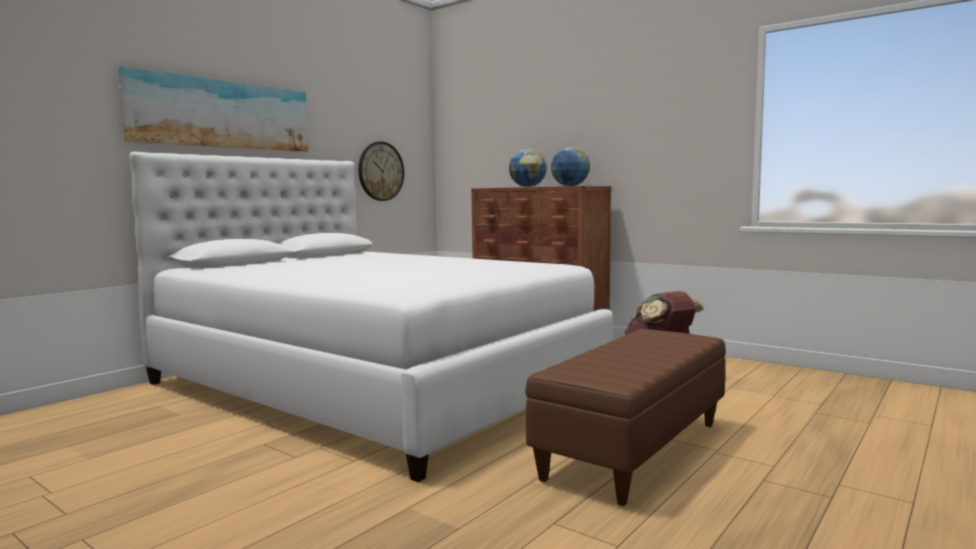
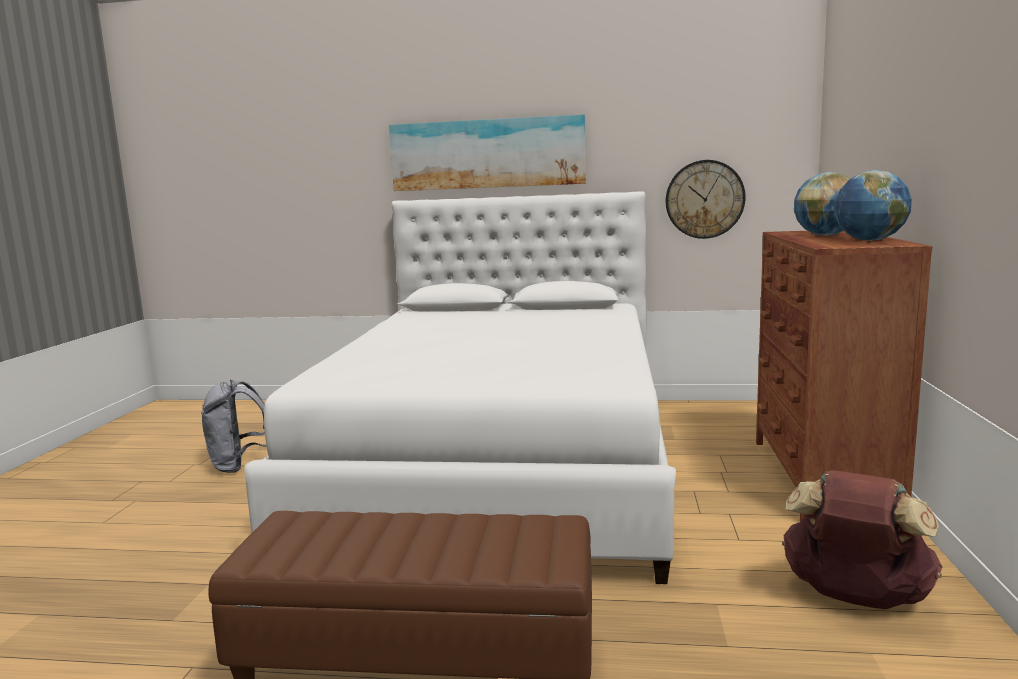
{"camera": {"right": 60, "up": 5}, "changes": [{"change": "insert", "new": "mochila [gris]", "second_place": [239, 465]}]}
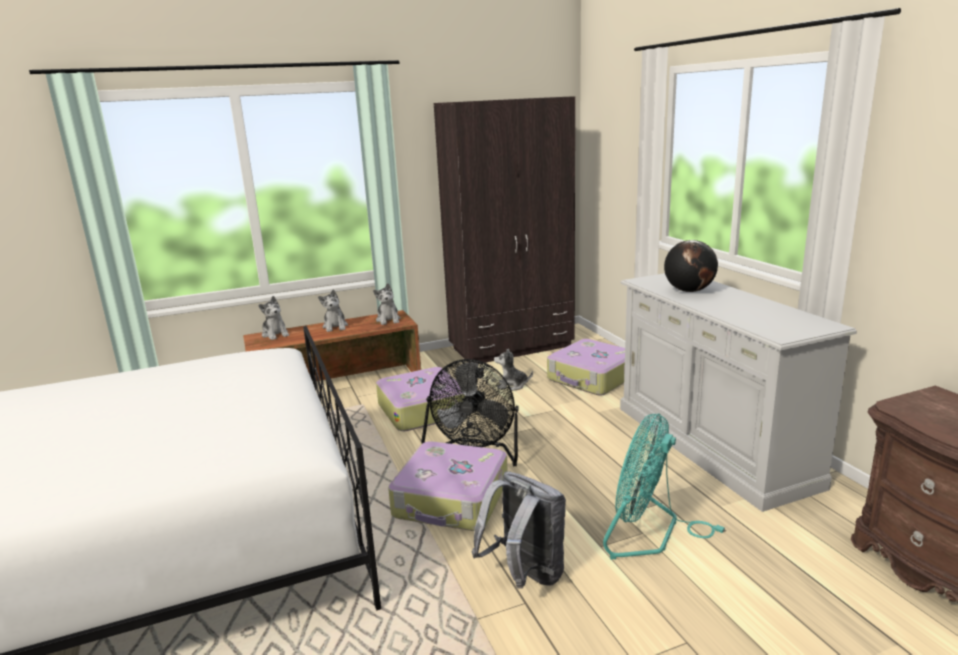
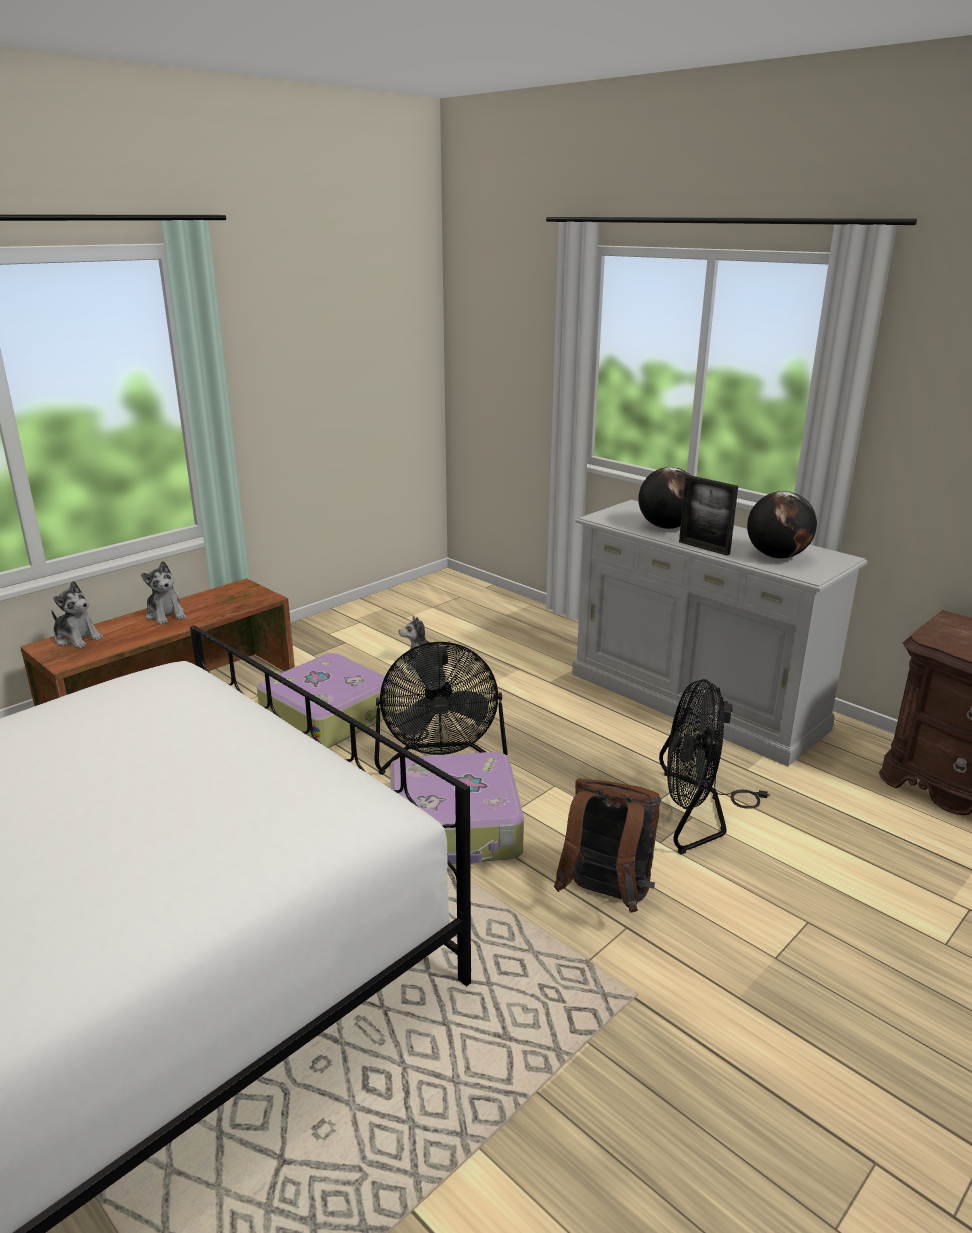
{"camera": {"right": -25, "up": 5}, "changes": [{"change": "delete", "old": "armario ropero [marrón]", "first_place": [512, 347]}, {"change": "delete", "old": "peluche", "first_place": [388, 320]}, {"change": "delete", "old": "maleta", "first_place": [592, 378]}, {"change": "recolor", "old": "ventilador [turquesa]", "new": "ventilador [negro]", "first_place": [653, 529], "second_place": [699, 809]}, {"change": "recolor", "old": "mochila [gris]", "new": "mochila [marrón]", "first_place": [525, 576], "second_place": [605, 897]}, {"change": "insert", "new": "portarretratos", "second_place": [704, 548]}, {"change": "insert", "new": "globo terráqueo", "second_place": [776, 556]}]}
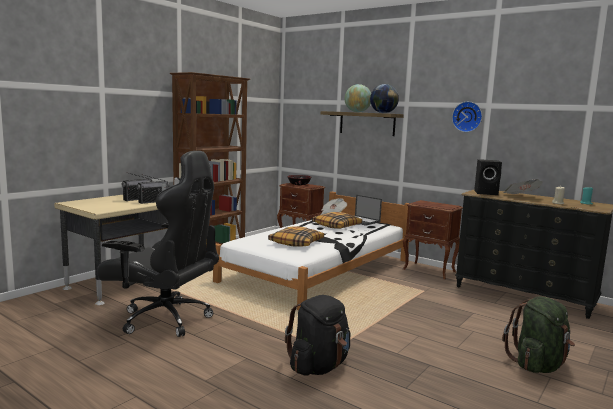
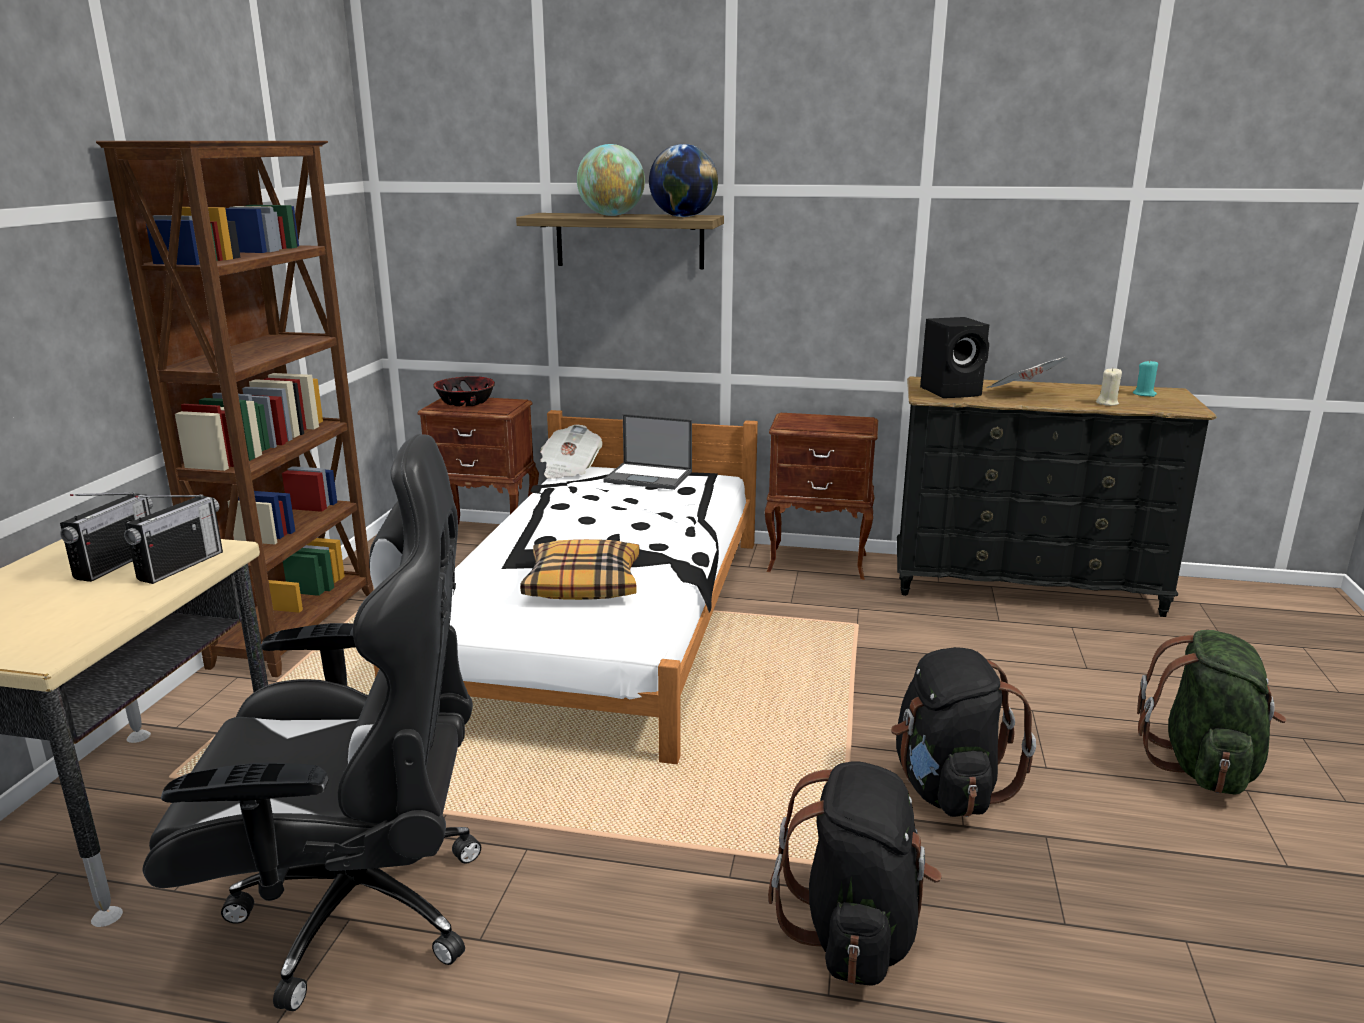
{"camera": {"right": -25, "up": 10}, "changes": [{"change": "delete", "old": "reloj de pared", "first_place": [467, 116]}, {"change": "delete", "old": "cojín", "first_place": [337, 226]}, {"change": "insert", "new": "mochila [negro]", "second_place": [947, 788]}]}
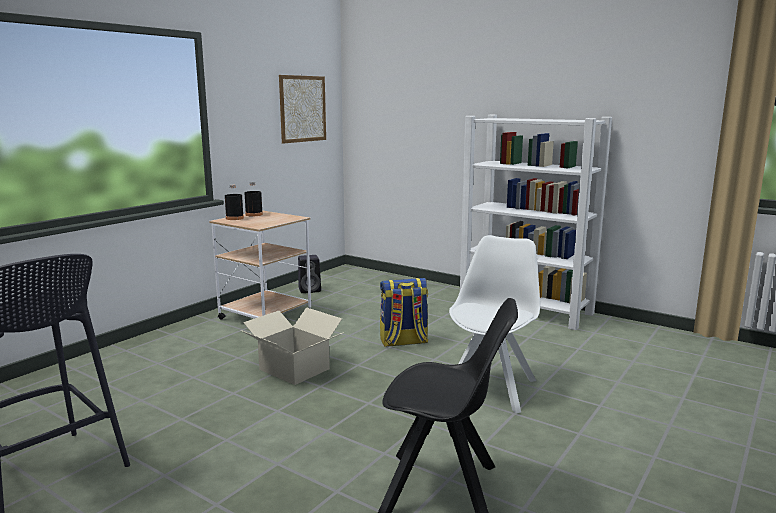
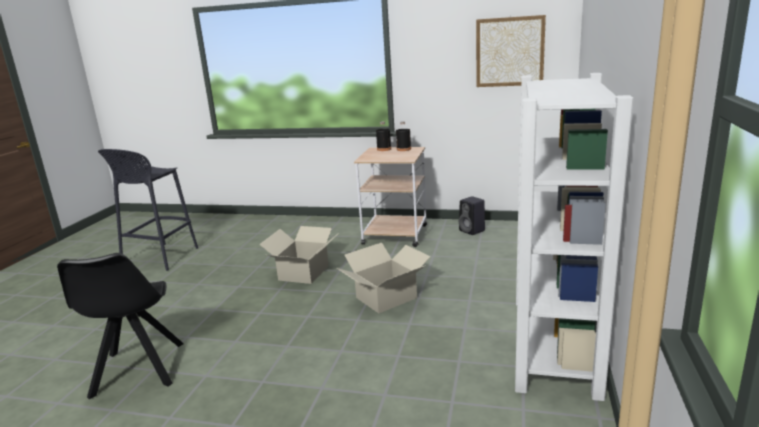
{"camera": {"right": 70, "up": 5}, "changes": [{"change": "delete", "old": "silla [blanco]", "first_place": [491, 387]}, {"change": "replace", "old": "mochila", "new": "caja de cartón", "first_place": [403, 342], "second_place": [386, 297]}]}
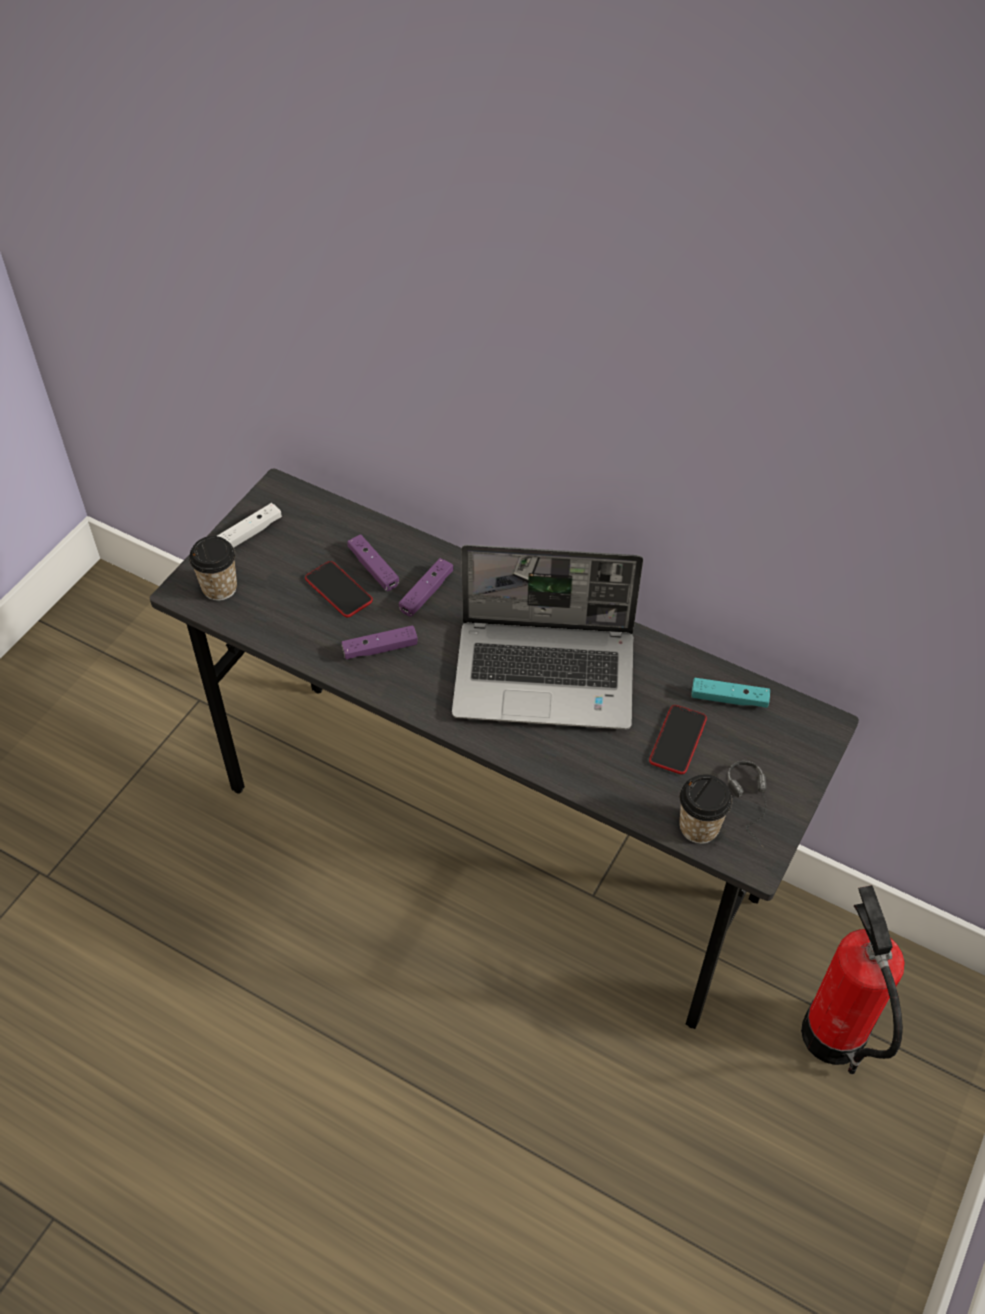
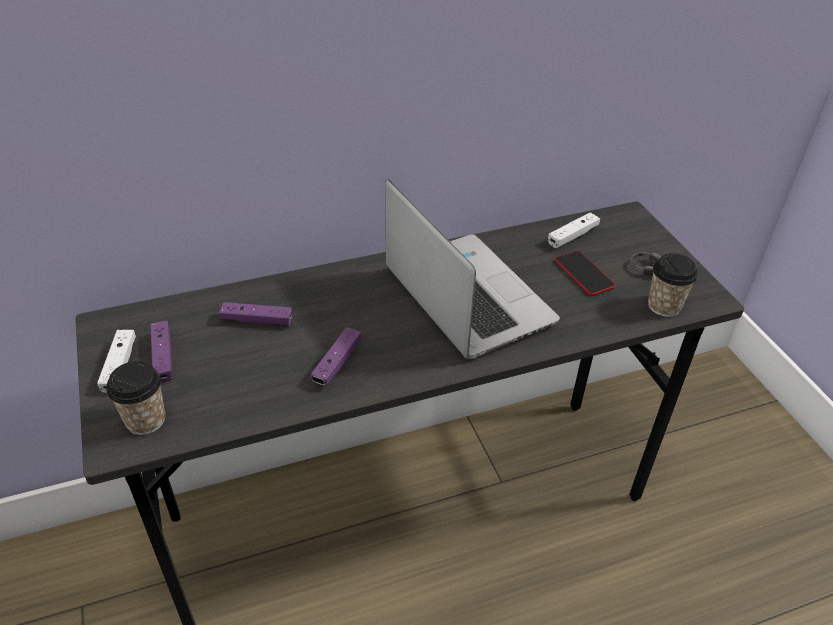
{"camera": {"right": -50, "up": -10}, "changes": [{"change": "rotate", "old": "portátil", "first_place": [547, 675], "second_place": [465, 296], "degrees": -75}, {"change": "move", "old": "mando de consola [morado]", "first_place": [426, 593], "second_place": [163, 357]}, {"change": "delete", "old": "móvil", "first_place": [338, 590]}, {"change": "recolor", "old": "mando de consola [turquesa]", "new": "mando de consola [blanco]", "first_place": [729, 699], "second_place": [572, 236]}, {"change": "delete", "old": "extintor", "first_place": [832, 1035]}]}
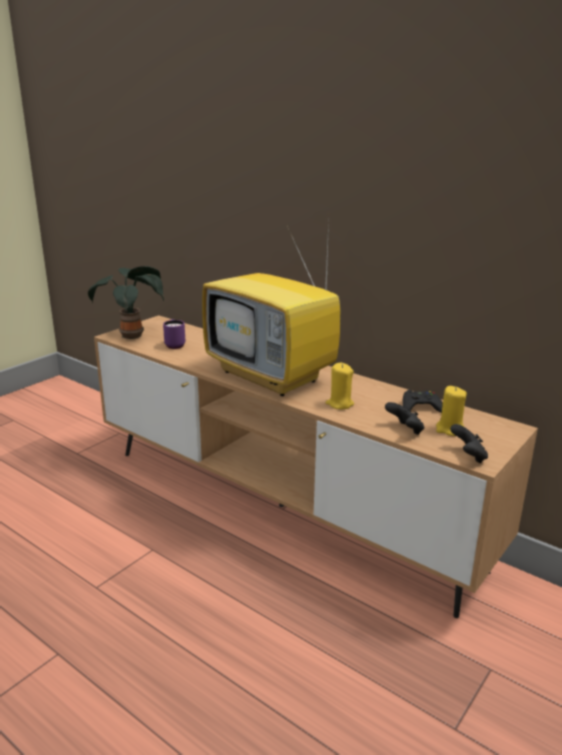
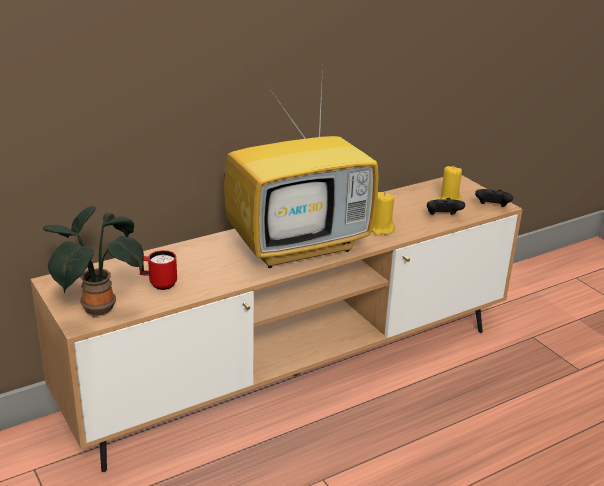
{"camera": {"right": -70, "up": 5}, "changes": [{"change": "recolor", "old": "taza grande [morado]", "new": "taza grande [rojo]", "first_place": [174, 344], "second_place": [158, 284]}, {"change": "delete", "old": "mando de consola [negro]", "first_place": [420, 407]}]}
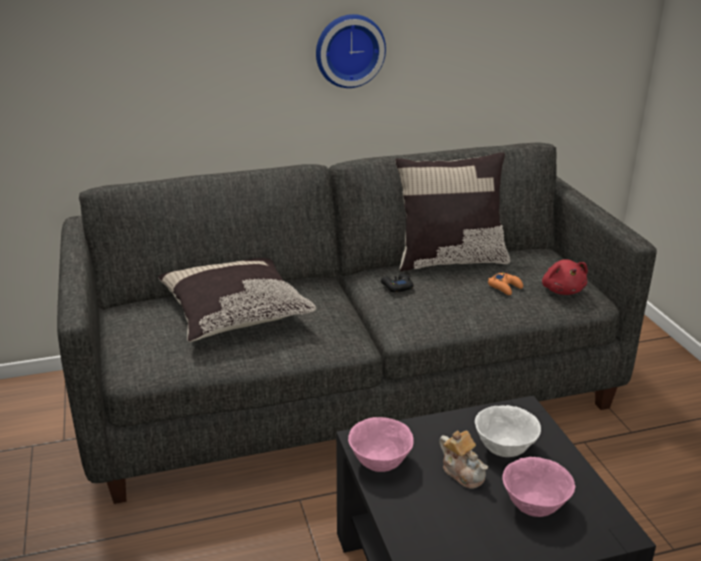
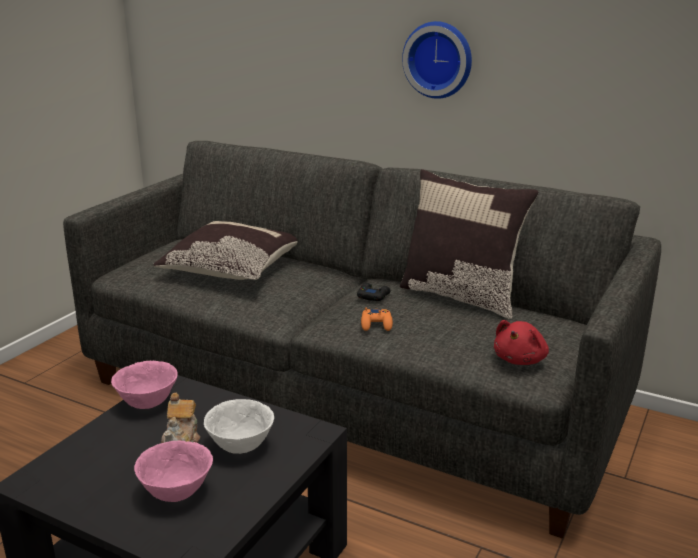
{"camera": {"right": 45, "up": -5}, "changes": [{"change": "move", "old": "mando de consola [naranja]", "first_place": [505, 287], "second_place": [376, 324]}]}
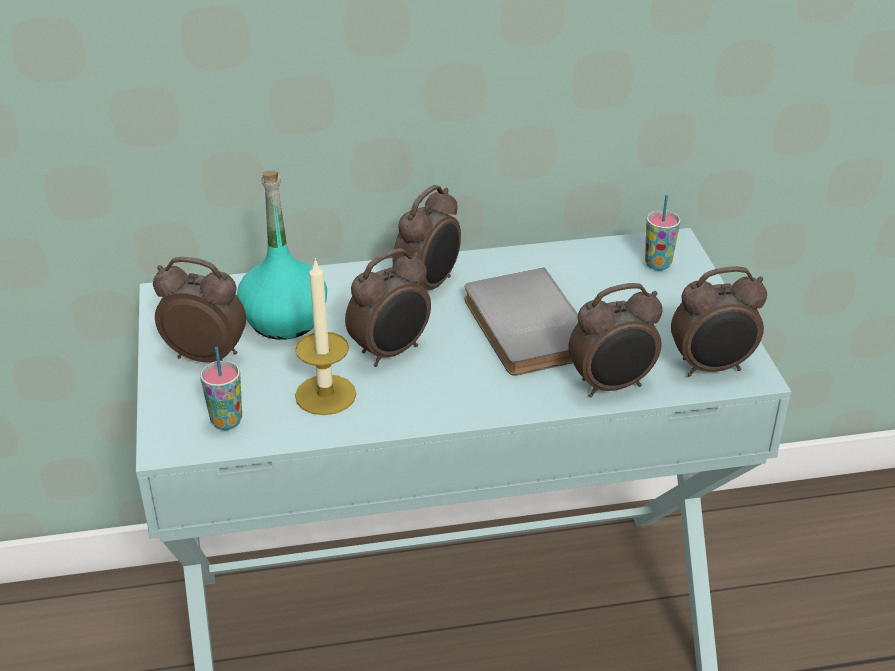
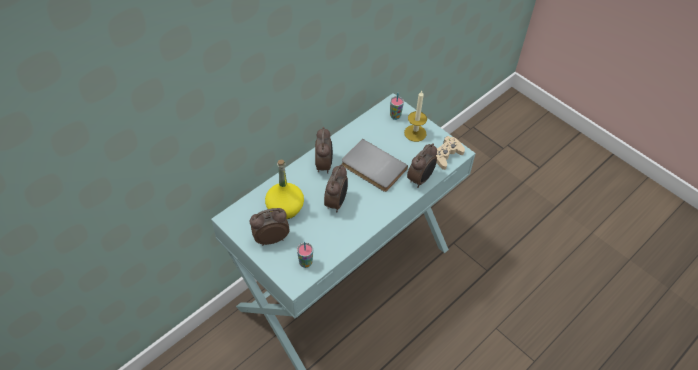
{"camera": {"right": -35, "up": 15}, "changes": [{"change": "recolor", "old": "botella [turquesa]", "new": "botella [amarillo]", "first_place": [284, 320], "second_place": [285, 208]}, {"change": "move", "old": "vela", "first_place": [325, 395], "second_place": [415, 133]}, {"change": "replace", "old": "despertador", "new": "mando de consola [beis]", "first_place": [712, 367], "second_place": [445, 155]}]}
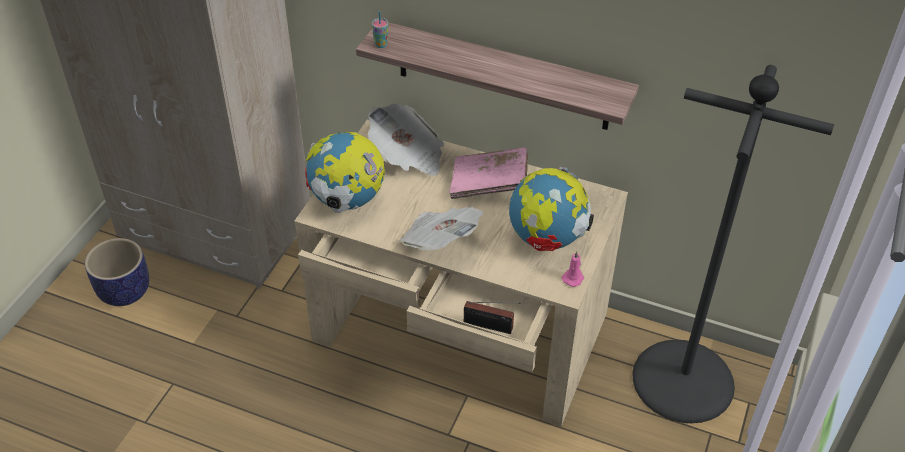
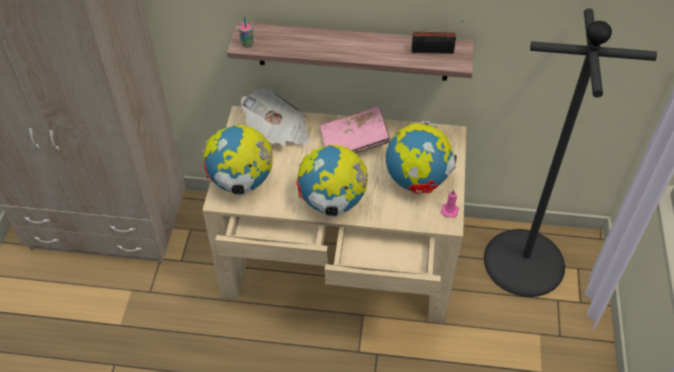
{"camera": {"right": -15, "up": 5}, "changes": [{"change": "replace", "old": "periódico", "new": "globo terráqueo", "first_place": [440, 242], "second_place": [332, 202]}, {"change": "delete", "old": "maceta", "first_place": [124, 291]}, {"change": "move", "old": "radio", "first_place": [490, 326], "second_place": [435, 51]}]}
